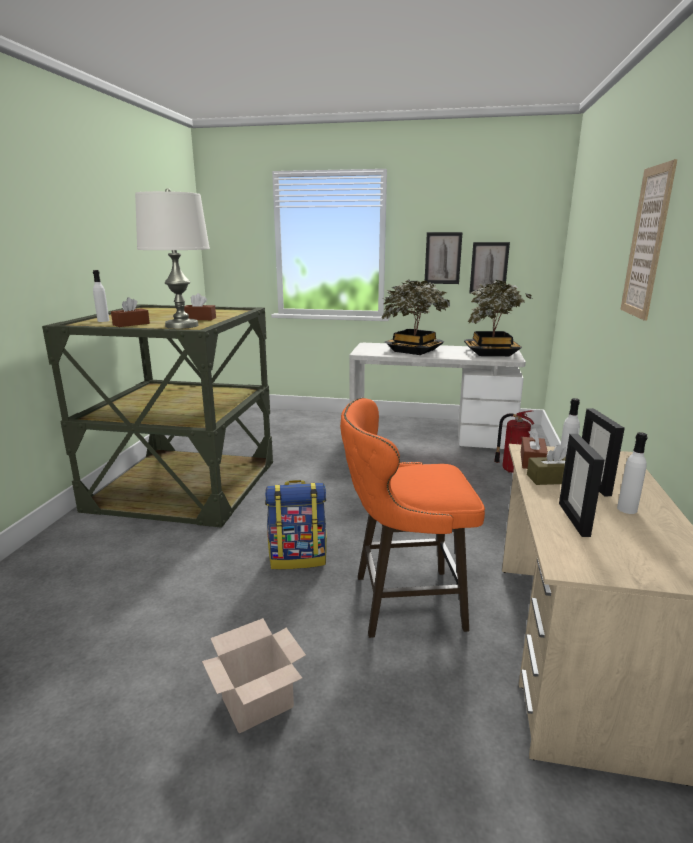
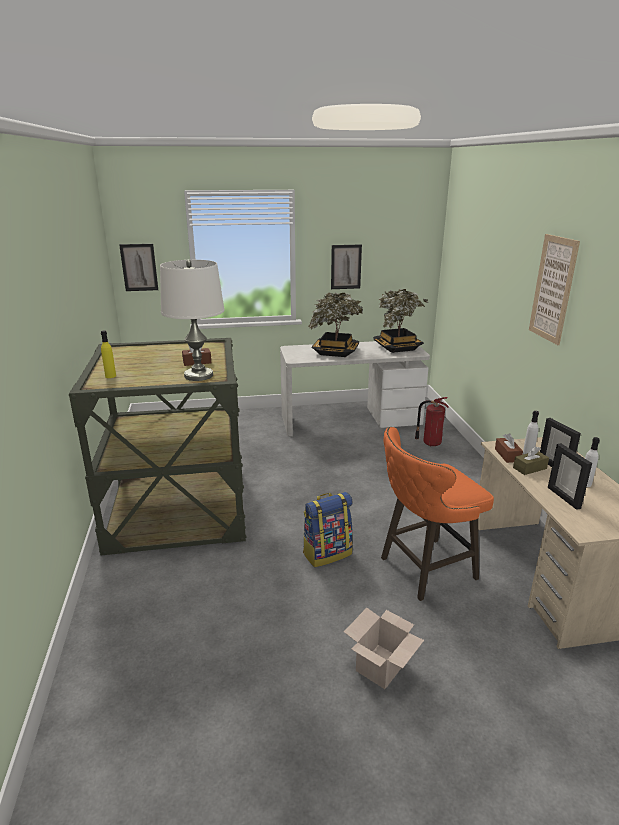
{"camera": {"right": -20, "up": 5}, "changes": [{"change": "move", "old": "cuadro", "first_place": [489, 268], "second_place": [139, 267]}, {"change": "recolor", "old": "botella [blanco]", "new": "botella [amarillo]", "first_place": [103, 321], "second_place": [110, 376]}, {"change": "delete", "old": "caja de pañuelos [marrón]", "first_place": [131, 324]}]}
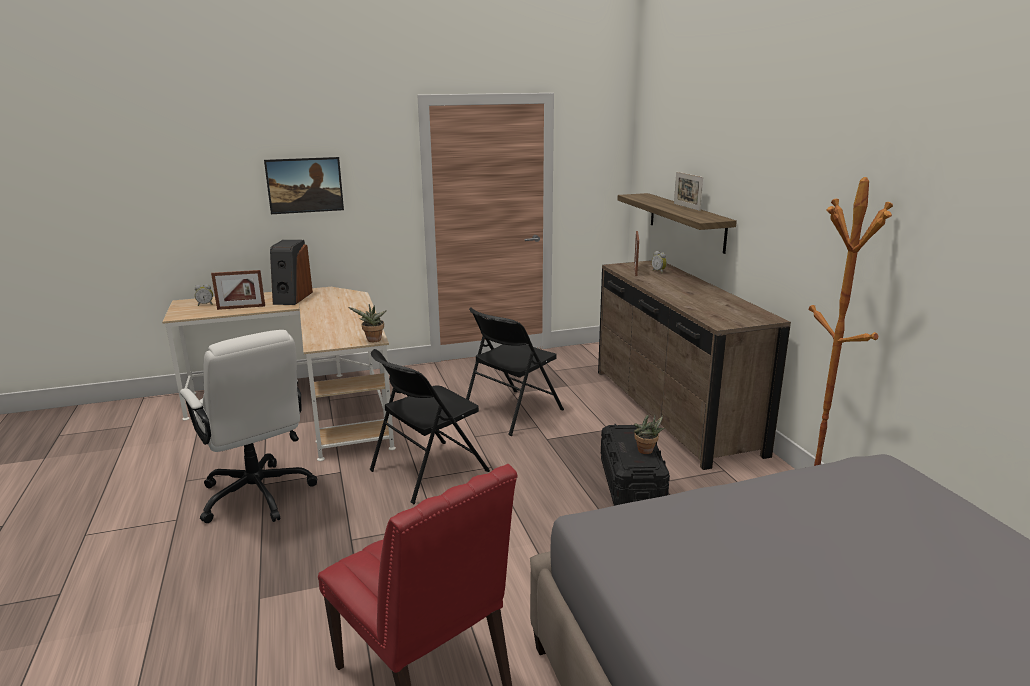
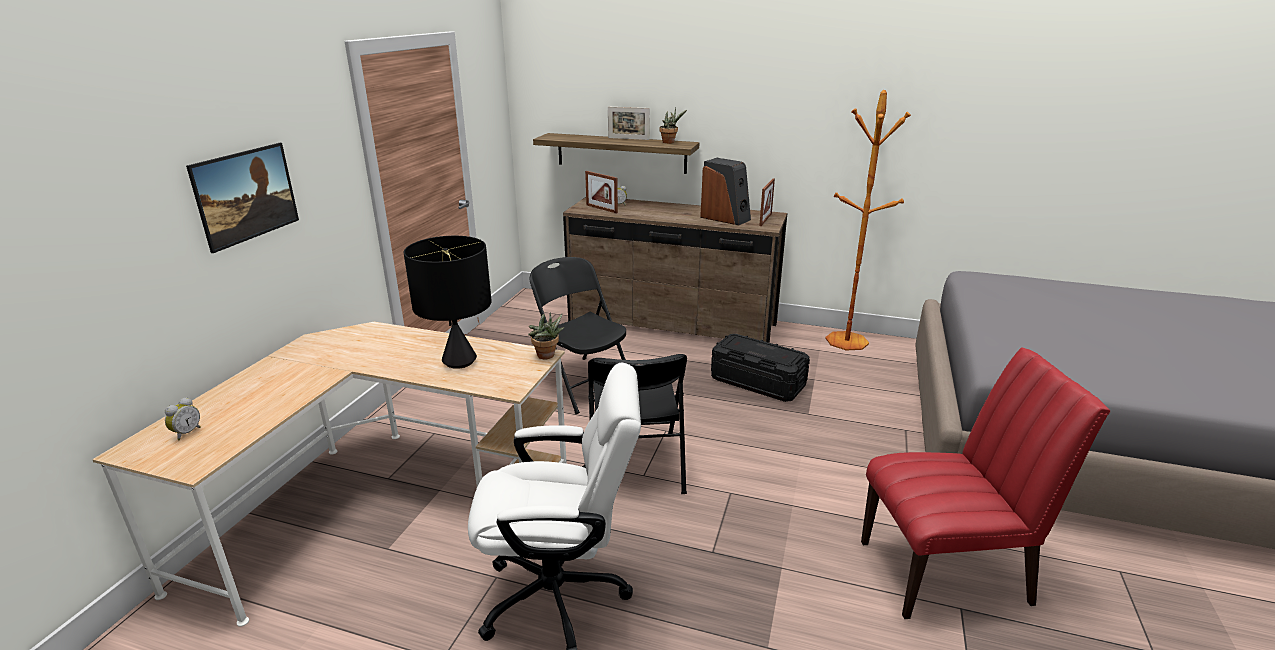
{"camera": {"right": -55, "up": 5}, "changes": [{"change": "move", "old": "altavoz", "first_place": [292, 298], "second_place": [725, 218]}, {"change": "move", "old": "portarretratos", "first_place": [241, 307], "second_place": [765, 219]}, {"change": "rotate", "old": "silla [negro]", "first_place": [512, 412], "second_place": [581, 384], "degrees": 150}, {"change": "move", "old": "planta en maceta", "first_place": [646, 451], "second_place": [670, 142]}, {"change": "insert", "new": "lámpara de mesa [negro]", "second_place": [459, 362]}]}
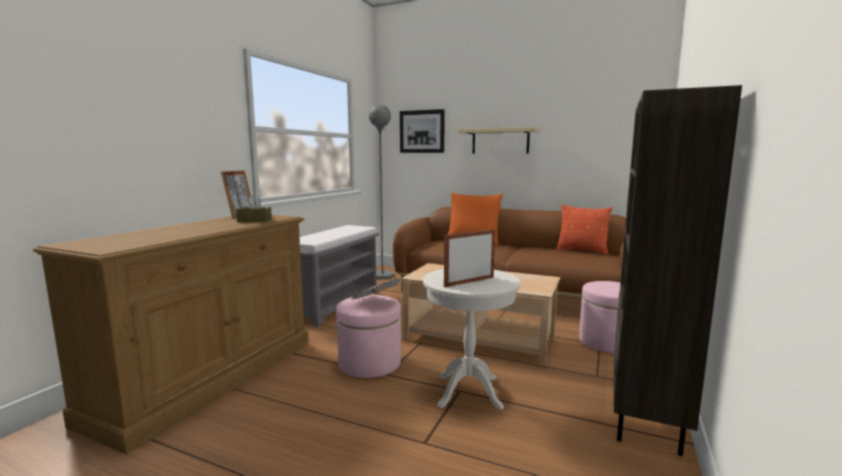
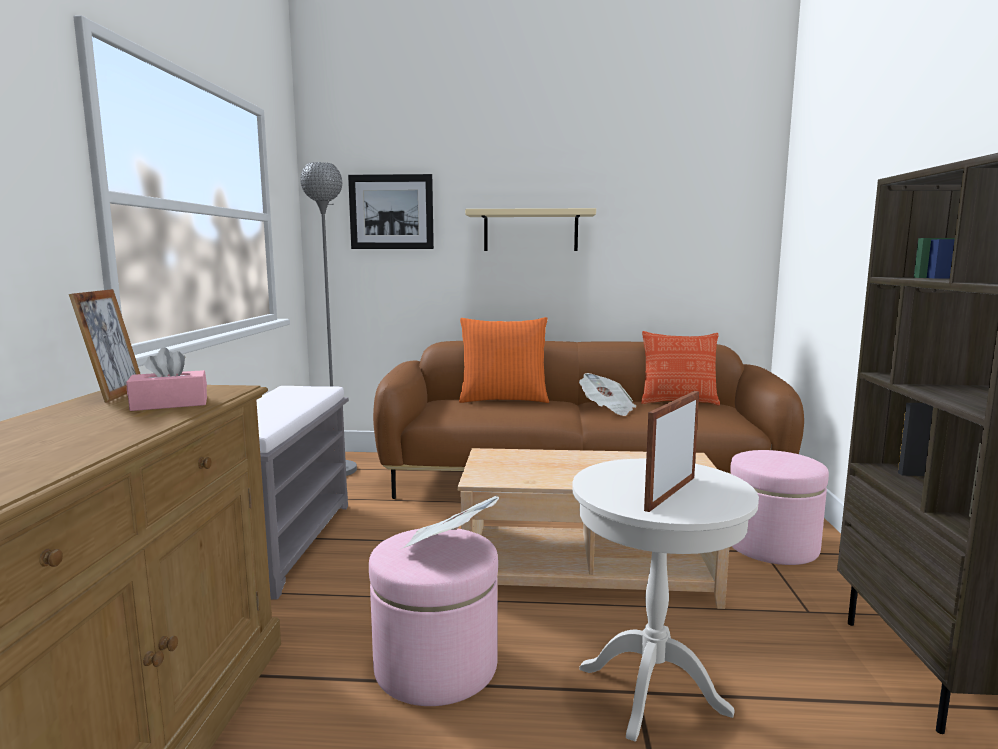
{"camera": {"right": -20, "up": 0}, "changes": [{"change": "recolor", "old": "caja de pañuelos [marrón]", "new": "caja de pañuelos [rosa]", "first_place": [254, 221], "second_place": [170, 404]}, {"change": "insert", "new": "periódico", "second_place": [607, 409]}]}
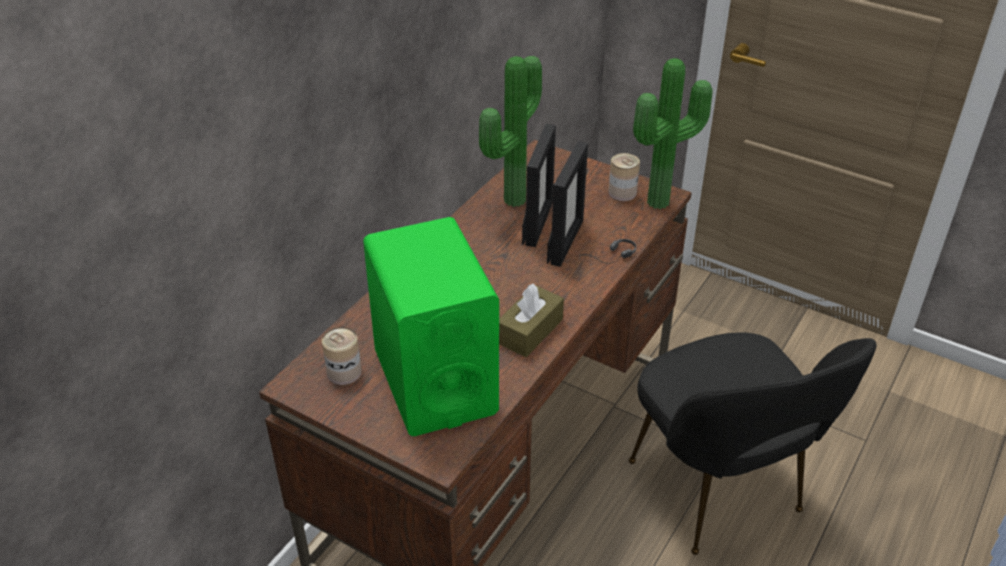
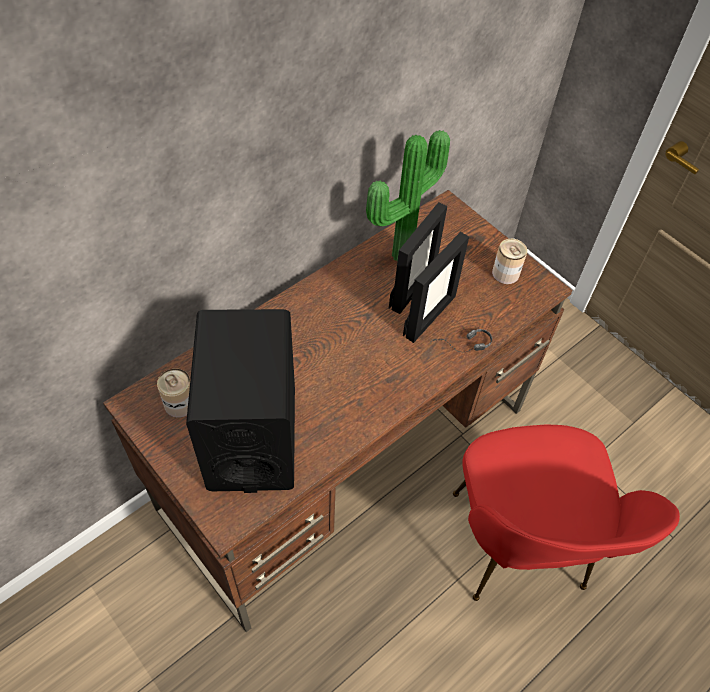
{"camera": {"right": 15, "up": 15}, "changes": [{"change": "delete", "old": "planta en maceta", "first_place": [661, 204]}, {"change": "recolor", "old": "altavoz [verde]", "new": "altavoz [negro]", "first_place": [434, 381], "second_place": [252, 438]}, {"change": "delete", "old": "caja de pañuelos [marrón]", "first_place": [530, 331]}, {"change": "recolor", "old": "silla [negro]", "new": "silla [rojo]", "first_place": [720, 497], "second_place": [519, 553]}]}
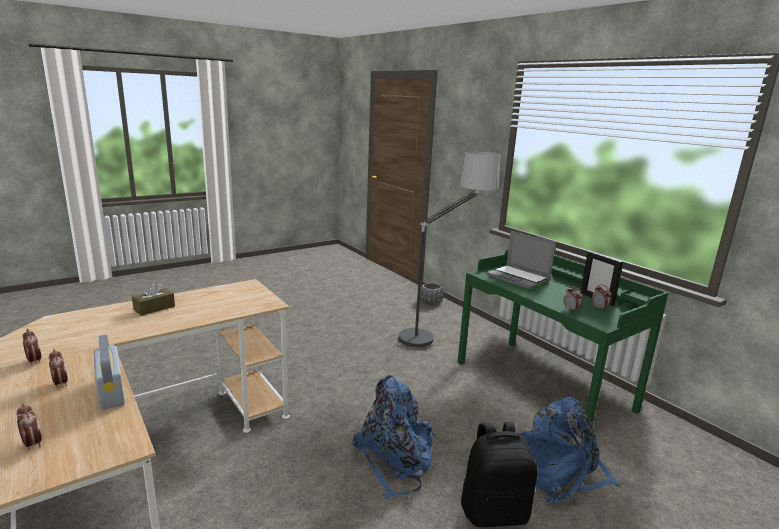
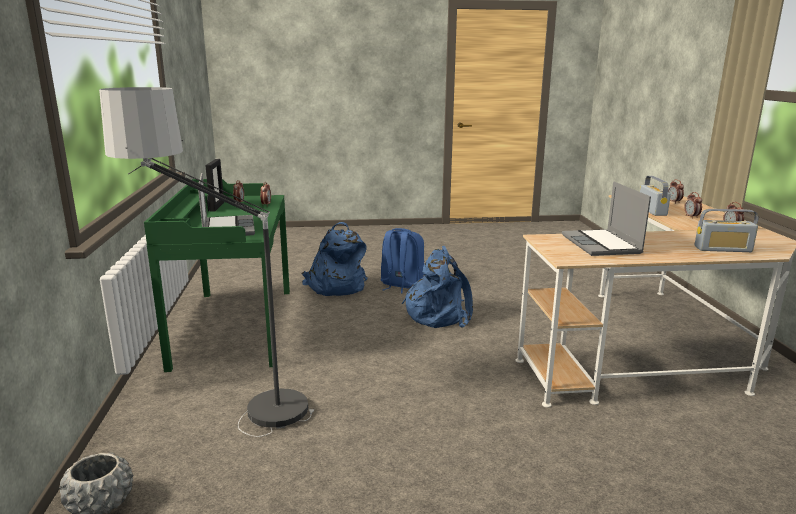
{"camera": {"right": -150, "up": 0}, "changes": [{"change": "delete", "old": "caja de pañuelos [marrón]", "first_place": [154, 308]}, {"change": "recolor", "old": "mochila [negro]", "new": "mochila [azul]", "first_place": [494, 511], "second_place": [401, 285]}, {"change": "insert", "new": "portátil", "second_place": [602, 245]}, {"change": "insert", "new": "radio", "second_place": [723, 249]}]}
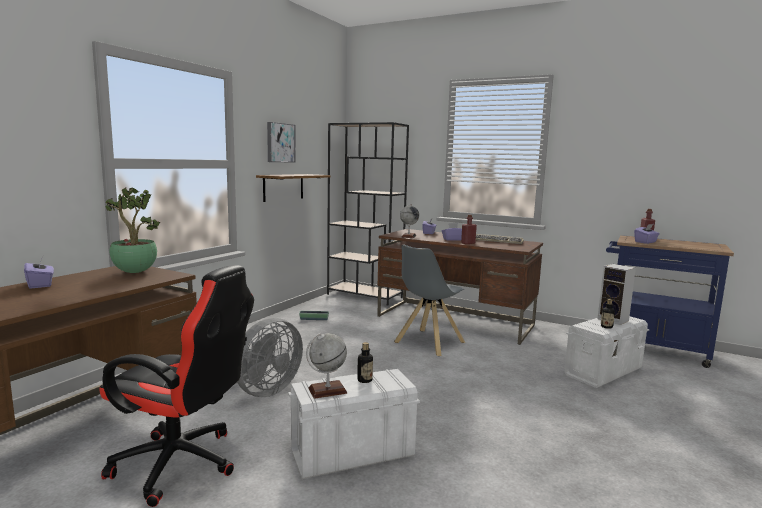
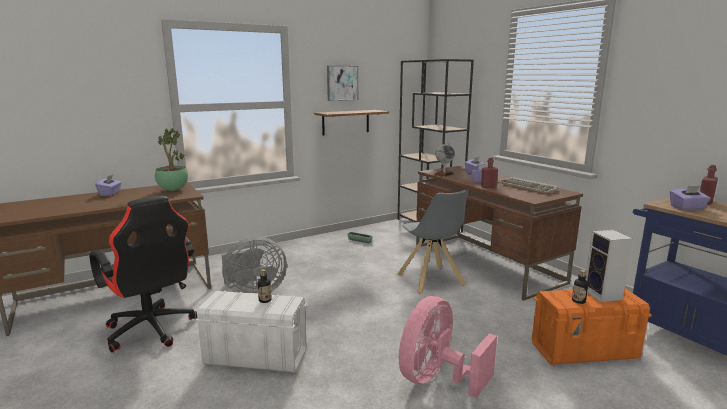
{"camera": {"right": 30, "up": 5}, "changes": [{"change": "rotate", "old": "silla [gris]", "first_place": [428, 343], "second_place": [431, 280], "degrees": -90}, {"change": "recolor", "old": "caja de almacenaje [blanco]", "new": "caja de almacenaje [naranja]", "first_place": [604, 372], "second_place": [584, 351]}, {"change": "delete", "old": "globo terráqueo", "first_place": [327, 390]}, {"change": "insert", "new": "ventilador [rosa]", "second_place": [437, 379]}]}
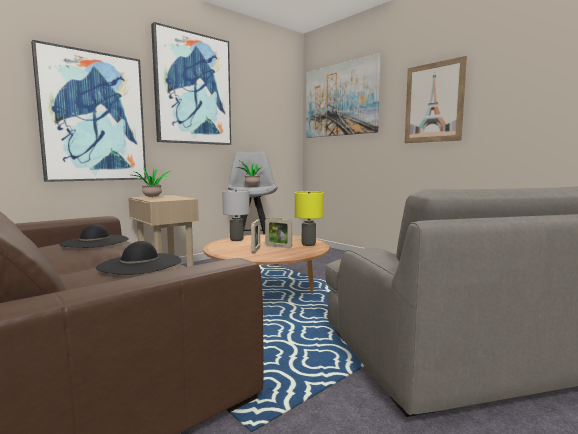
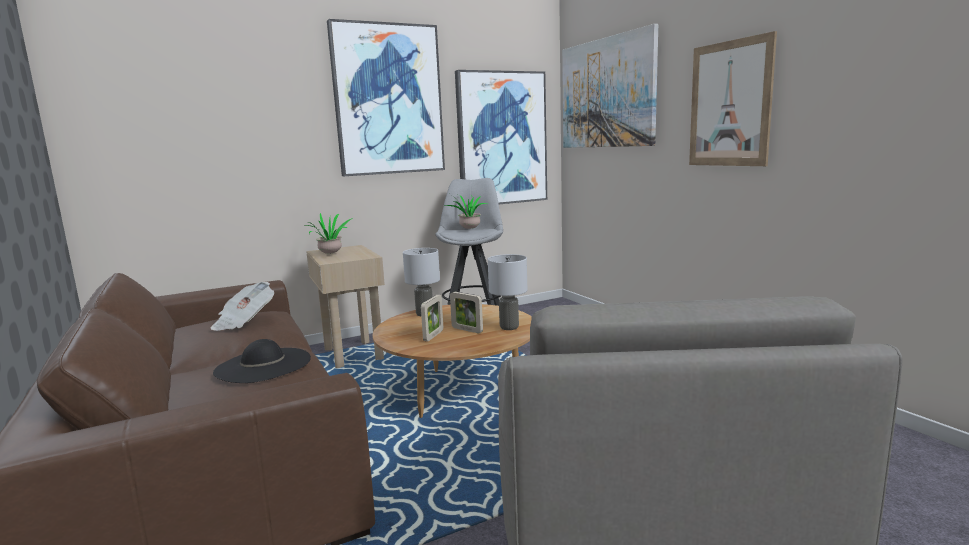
{"camera": {"right": 15, "up": 5}, "changes": [{"change": "move", "old": "cuadro", "first_place": [93, 117], "second_place": [501, 139]}, {"change": "recolor", "old": "lámpara de mesa [amarillo]", "new": "lámpara de mesa [blanco]", "first_place": [309, 244], "second_place": [510, 327]}, {"change": "replace", "old": "sombrero [negro]", "new": "periódico", "first_place": [95, 242], "second_place": [244, 322]}]}
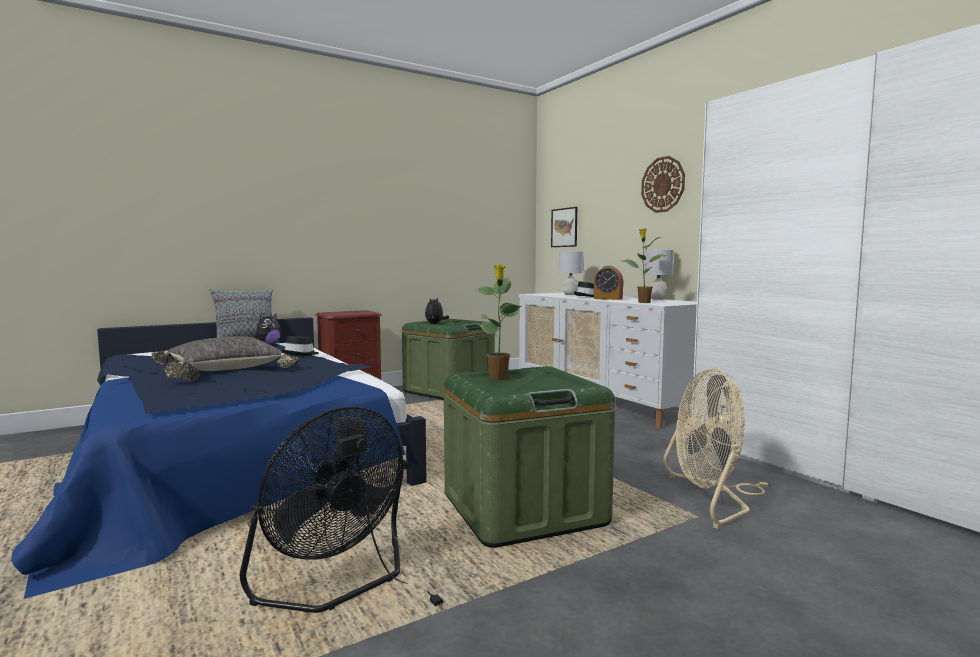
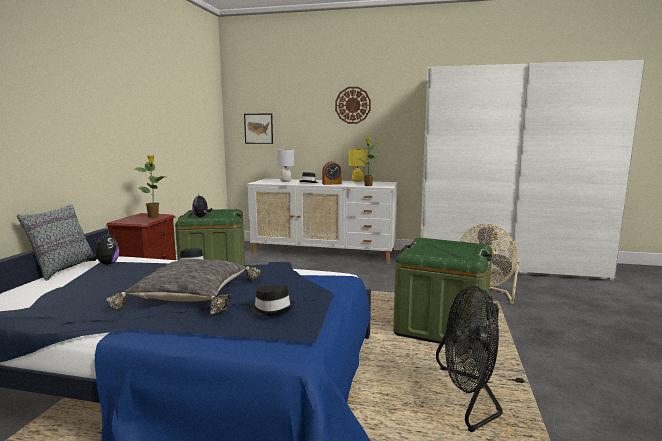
{"camera": {"right": -45, "up": 5}, "changes": [{"change": "recolor", "old": "lámpara de mesa [gris]", "new": "lámpara de mesa [amarillo]", "first_place": [656, 299], "second_place": [357, 181]}, {"change": "move", "old": "planta en maceta", "first_place": [498, 378], "second_place": [154, 216]}, {"change": "insert", "new": "sombrero [negro]", "second_place": [271, 309]}]}
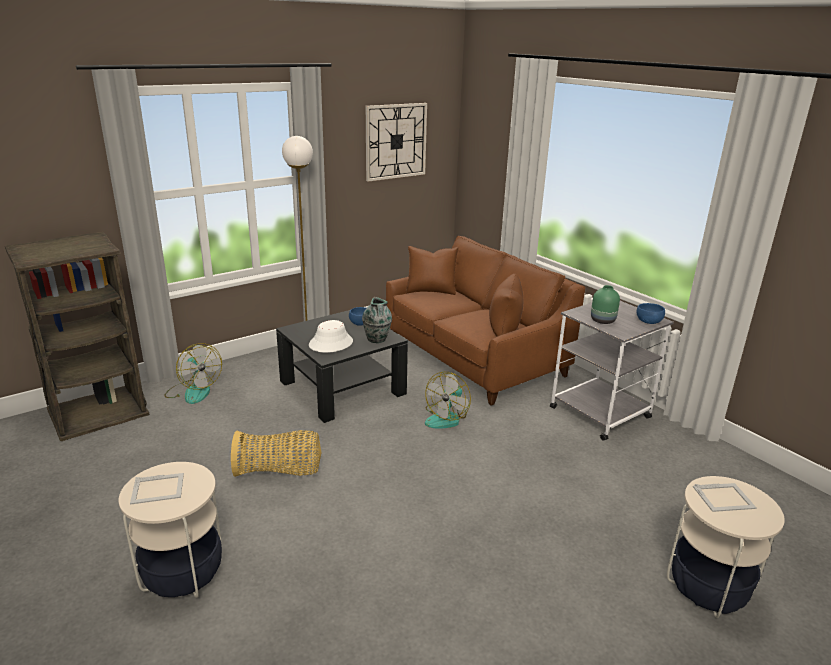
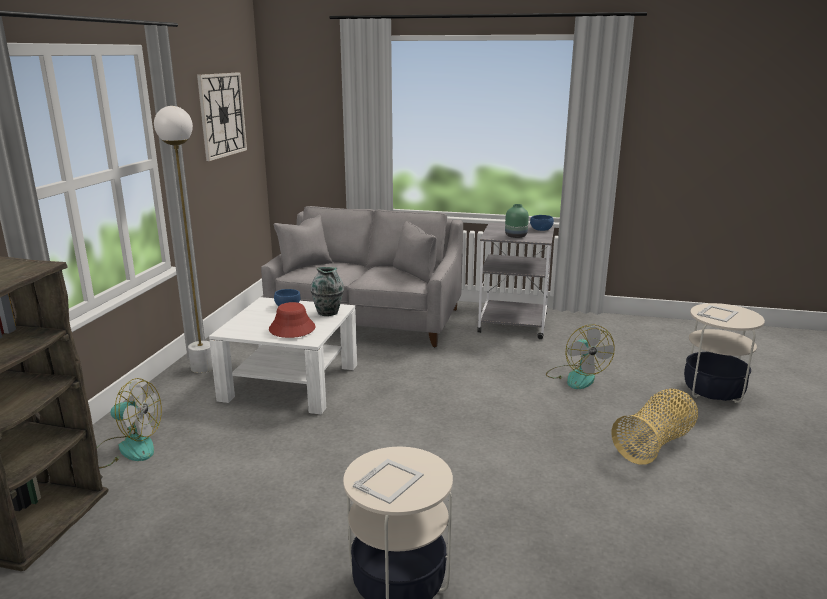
{"camera": {"right": -40, "up": -5}, "changes": [{"change": "recolor", "old": "sofá [marrón]", "new": "sofá [gris]", "first_place": [472, 357], "second_place": [366, 321]}, {"change": "recolor", "old": "mesa de centro [negro]", "new": "mesa de centro [blanco]", "first_place": [342, 387], "second_place": [290, 382]}, {"change": "recolor", "old": "sombrero [blanco]", "new": "sombrero [rojo]", "first_place": [331, 343], "second_place": [292, 329]}, {"change": "move", "old": "ventilador", "first_place": [446, 418], "second_place": [576, 377]}, {"change": "move", "old": "cesta", "first_place": [279, 471], "second_place": [655, 444]}]}
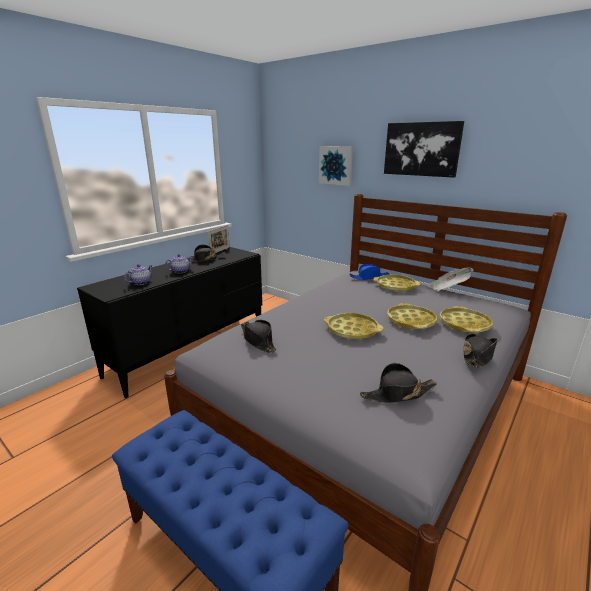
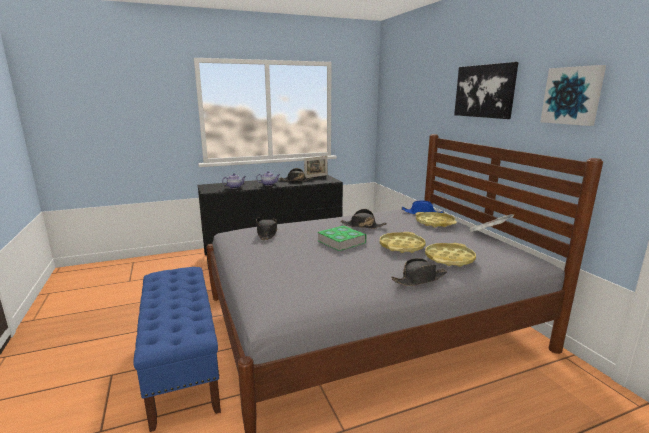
{"camera": {"right": 30, "up": -5}, "changes": [{"change": "move", "old": "cuadro", "first_place": [336, 165], "second_place": [573, 95]}, {"change": "replace", "old": "bandeja [amarillo]", "new": "libro", "first_place": [352, 330], "second_place": [341, 241]}, {"change": "move", "old": "sombrero [negro]", "first_place": [397, 394], "second_place": [362, 226]}]}
